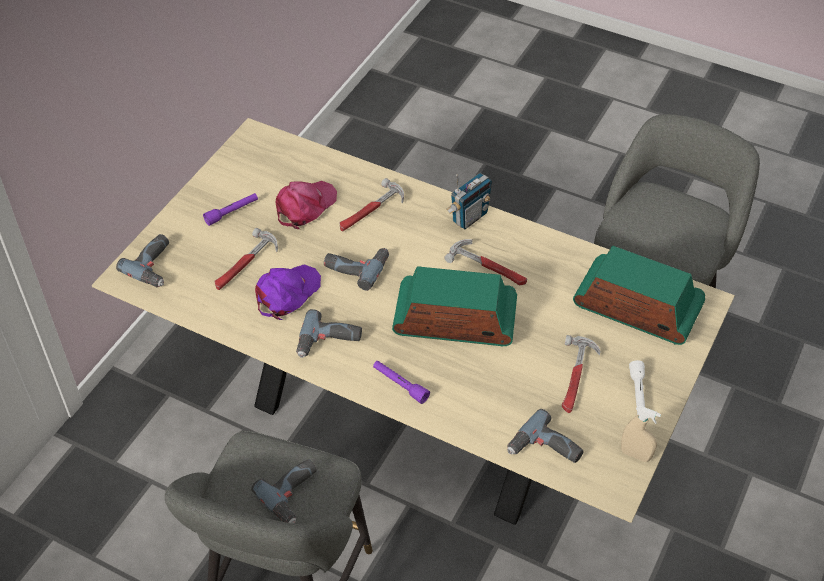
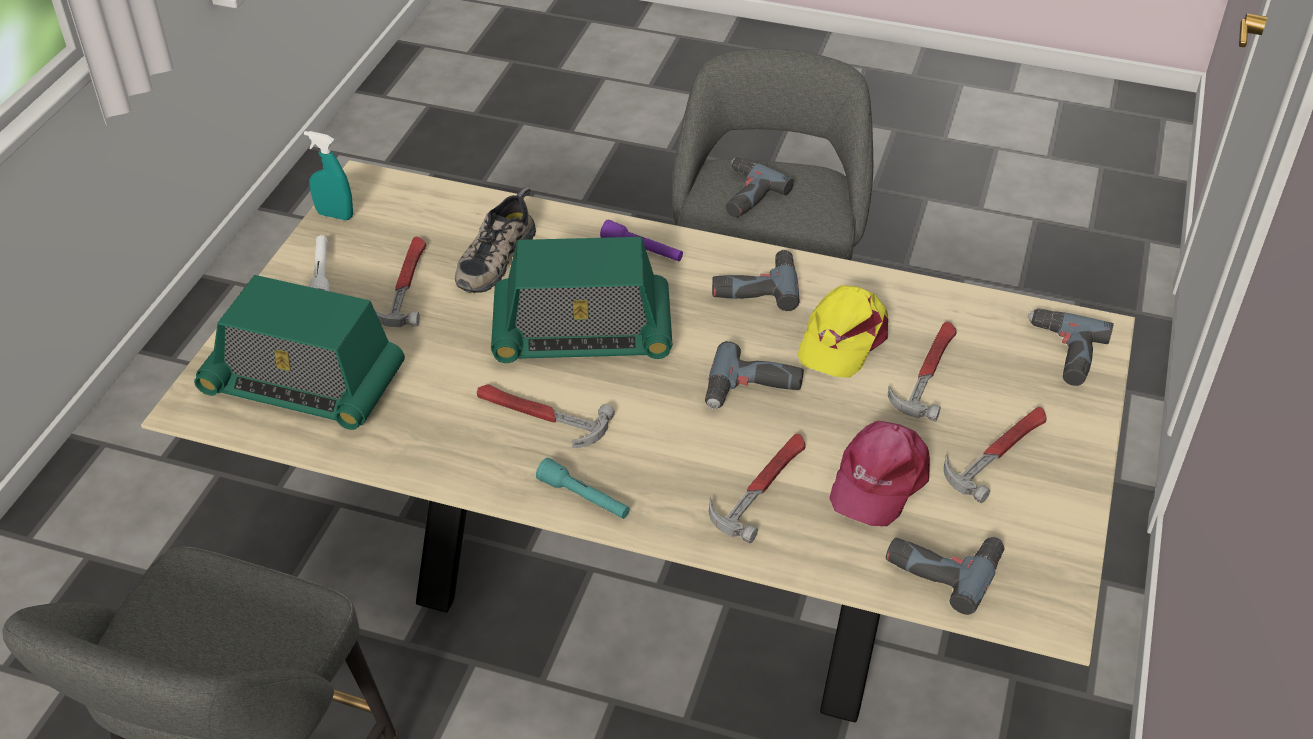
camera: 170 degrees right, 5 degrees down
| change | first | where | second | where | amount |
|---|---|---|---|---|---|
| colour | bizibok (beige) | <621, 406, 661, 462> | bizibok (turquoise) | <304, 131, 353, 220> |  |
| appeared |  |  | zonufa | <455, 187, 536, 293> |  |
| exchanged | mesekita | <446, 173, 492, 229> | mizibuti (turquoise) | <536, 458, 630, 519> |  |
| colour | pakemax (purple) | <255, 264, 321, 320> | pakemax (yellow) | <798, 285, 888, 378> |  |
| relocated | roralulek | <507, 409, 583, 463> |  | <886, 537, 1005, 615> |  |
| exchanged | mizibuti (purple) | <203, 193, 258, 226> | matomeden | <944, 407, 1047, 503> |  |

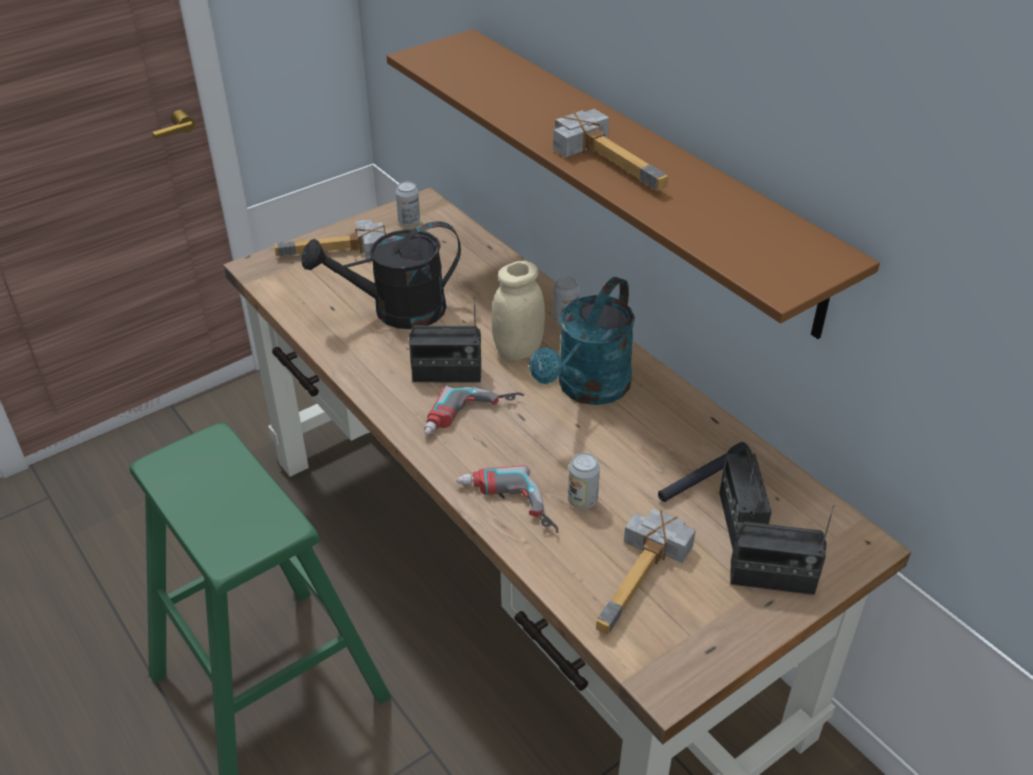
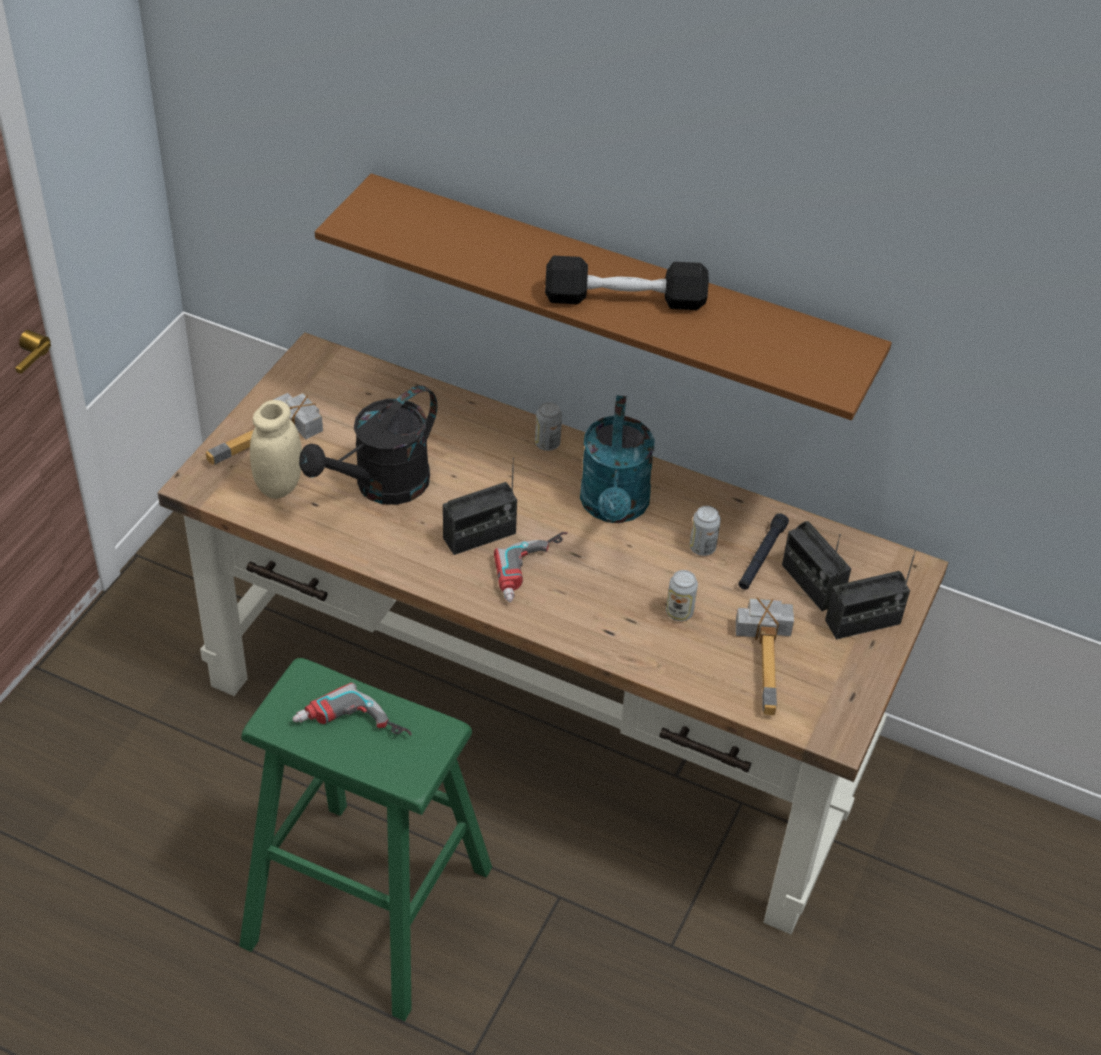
camera: 30 degrees left, 5 degrees up
| change | first | where | second | where | amount |
|---|---|---|---|---|---|
| relocated | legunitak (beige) | <492, 261, 545, 361> |  | <250, 400, 302, 499> |  |
| relocated | roralulek | <456, 465, 558, 533> |  | <292, 683, 412, 736> |  |
| exchanged | matomeden | <553, 109, 668, 191> | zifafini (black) | <545, 256, 709, 310> |  |
| relocated | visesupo | <396, 182, 420, 226> |  | <690, 506, 721, 556> |  |

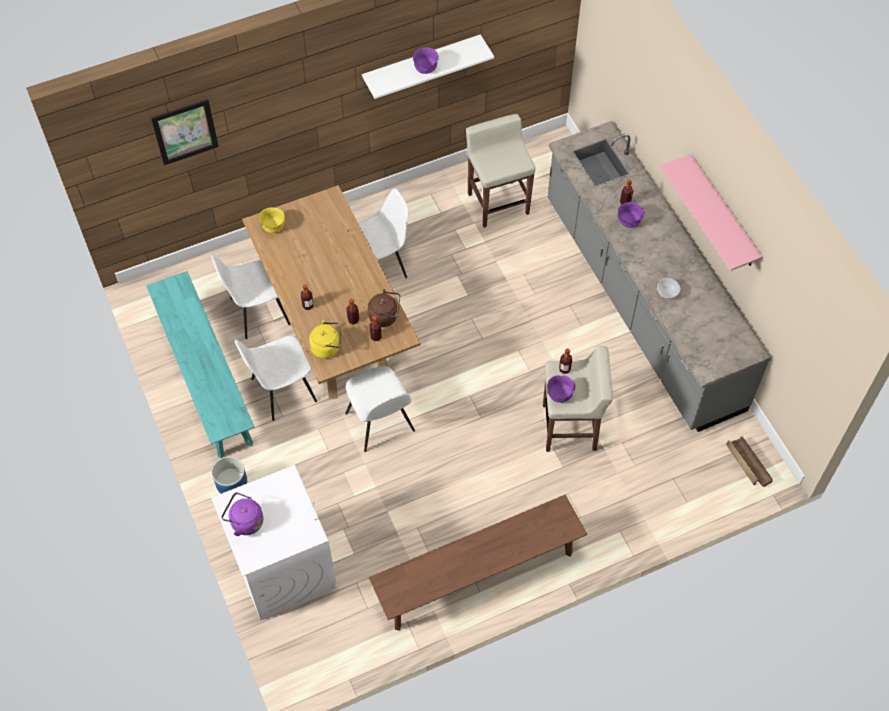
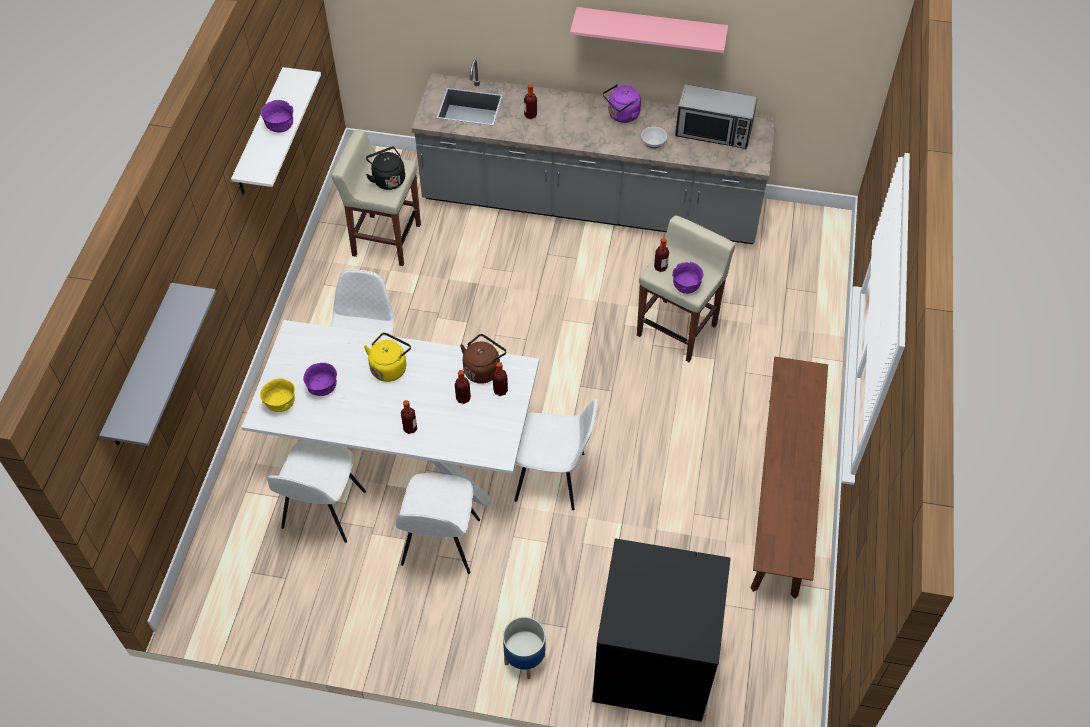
camera: 55 degrees left, 5 degrees down
| change | first | where | second | where | amount |
|---|---|---|---|---|---|
| exchanged | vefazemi | <151, 99, 219, 165> | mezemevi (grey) | <99, 283, 216, 446> |  |
| colour | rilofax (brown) | <242, 185, 420, 399> | rilofax (white) | <242, 320, 539, 507> |  |
| relocated | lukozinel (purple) | <618, 202, 645, 228> |  | <303, 363, 337, 396> |  |
| relocated | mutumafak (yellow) | <309, 320, 341, 358> |  | <364, 332, 411, 382> |  |
| appeared |  |  | mutumafak (black) | <366, 147, 405, 190> |  |
| colour | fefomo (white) | <211, 465, 337, 620> | fefomo (black) | <592, 538, 731, 722> |  |
| relocated | mutumafak (purple) | <222, 492, 263, 536> |  | <603, 84, 641, 123> |  |
| appeared |  |  | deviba | <675, 84, 758, 149> |  |
| missing | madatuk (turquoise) | <146, 271, 254, 458> |  |  |  |
| missing | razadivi | <726, 436, 773, 487> |  |  |  |

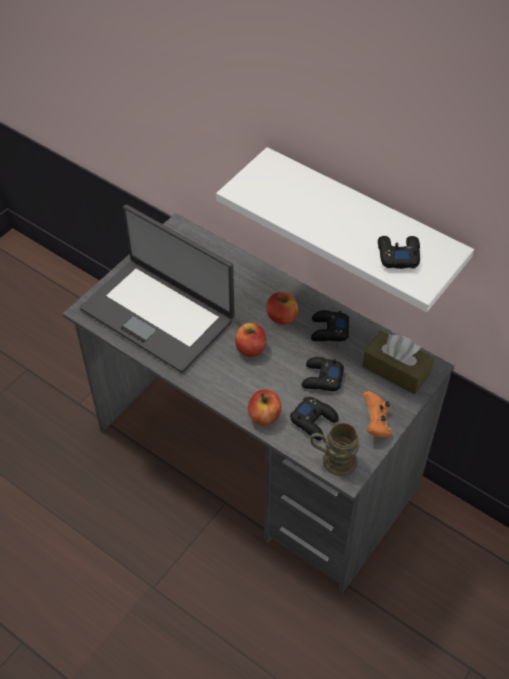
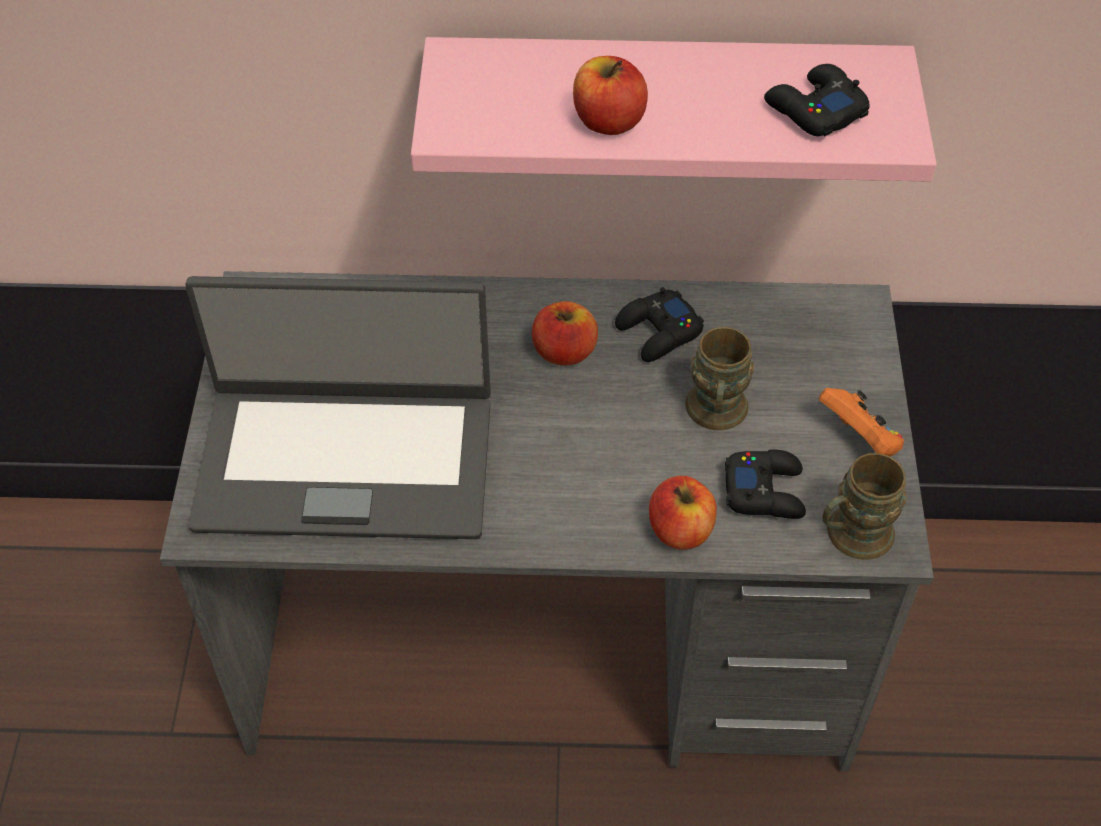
camera: 35 degrees left, 0 degrees up
| change | first | where | second | where | amount |
|---|---|---|---|---|---|
| colour | mezemevi (white) | <216, 147, 474, 312> | mezemevi (pink) | <411, 37, 937, 182> |  |
| relocated | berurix | <235, 323, 266, 357> |  | <573, 56, 648, 135> |  |
| exchanged | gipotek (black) | <302, 357, 344, 391> | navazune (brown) | <685, 327, 754, 430> |  |
| missing | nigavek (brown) | <362, 331, 434, 395> |  |  |  |

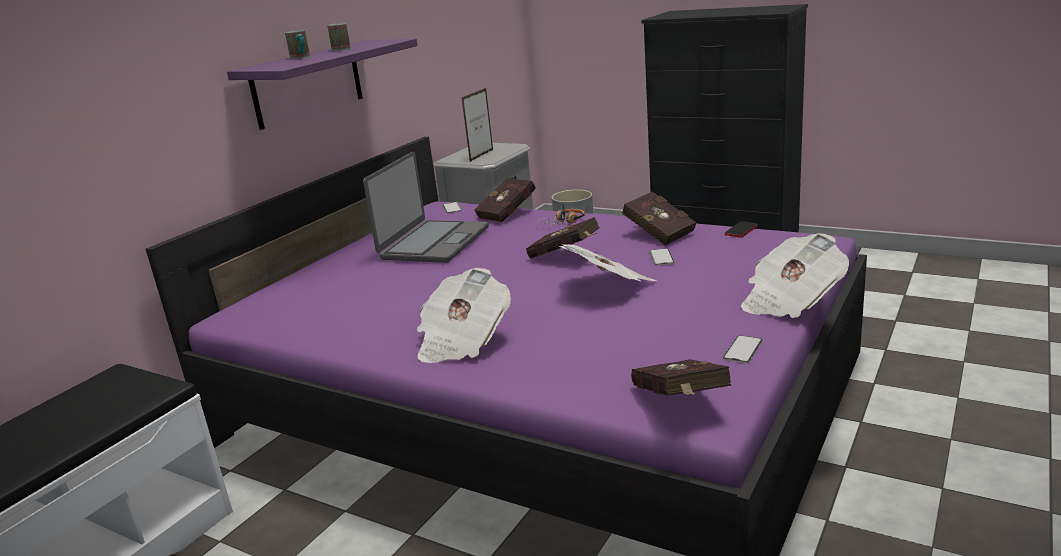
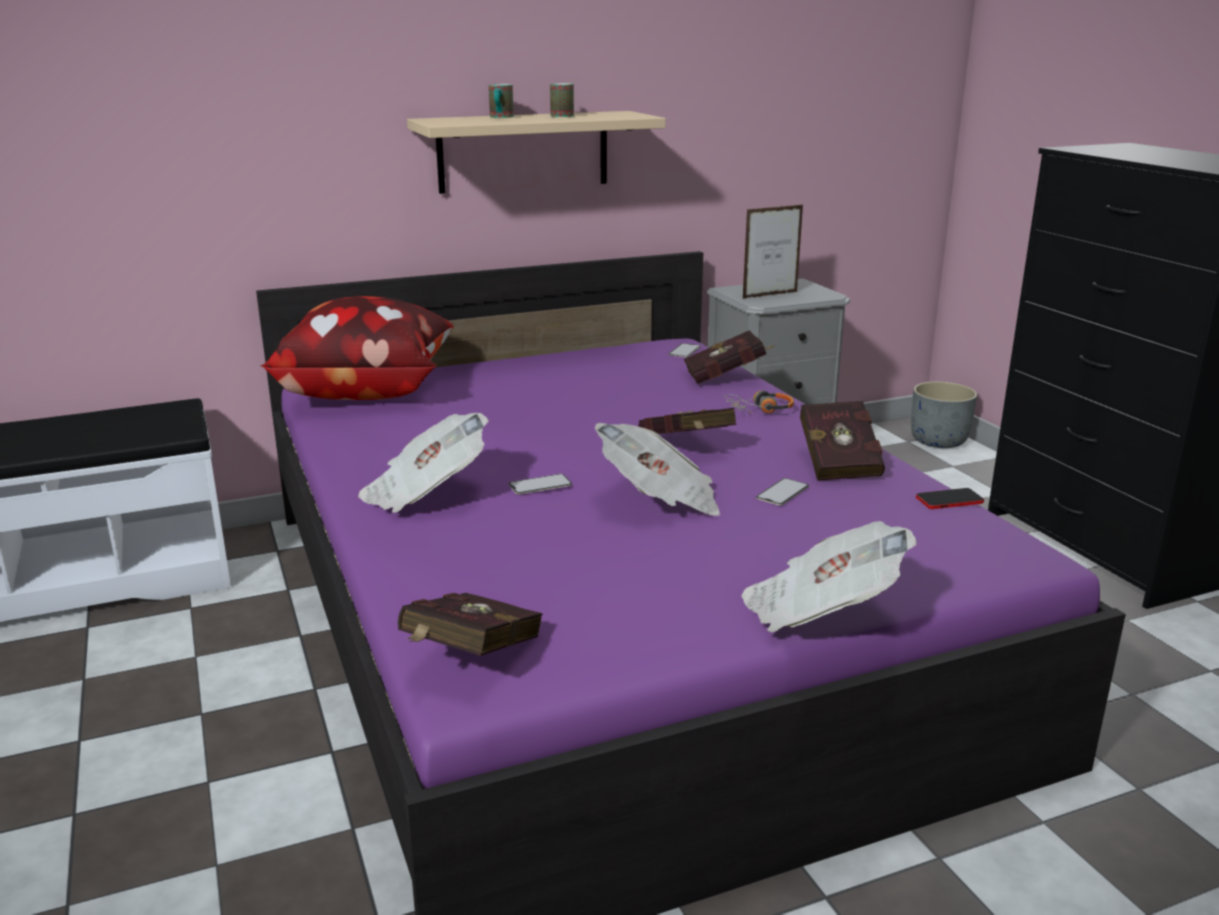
camera: 35 degrees right, 0 degrees up
| change | first | where | second | where | amount |
|---|---|---|---|---|---|
| appeared |  |  | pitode | <260, 296, 454, 400> |  |
| colour | mezemevi (purple) | <227, 38, 418, 130> | mezemevi (beige) | <407, 111, 666, 194> |  |
| relocated | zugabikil | <723, 335, 762, 363> |  | <509, 474, 572, 495> |  |
| missing | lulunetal | <363, 152, 489, 263> |  |  |  |

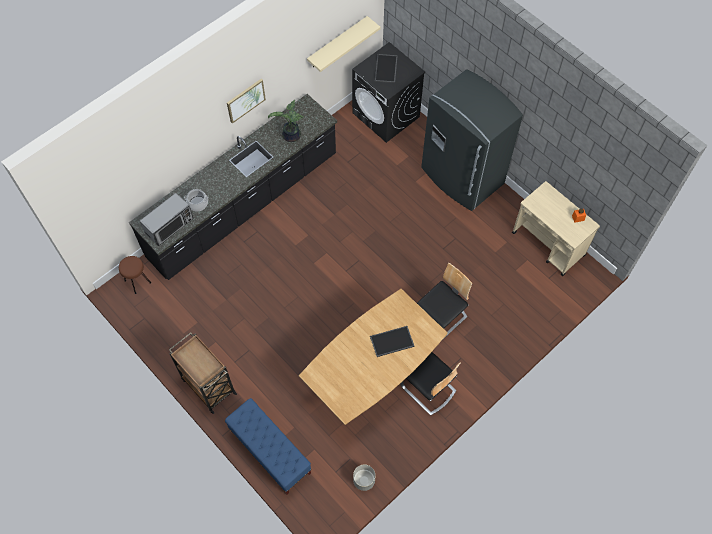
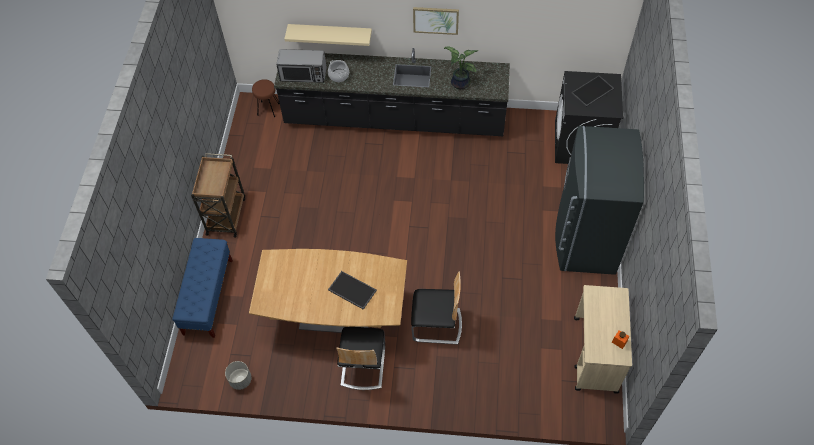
camera: 50 degrees right, 5 degrees down
| change | first | where | second | where | amount |
|---|---|---|---|---|---|
| relocated | mezemevi (beige) | <307, 16, 381, 72> |  | <284, 24, 372, 46> |  |

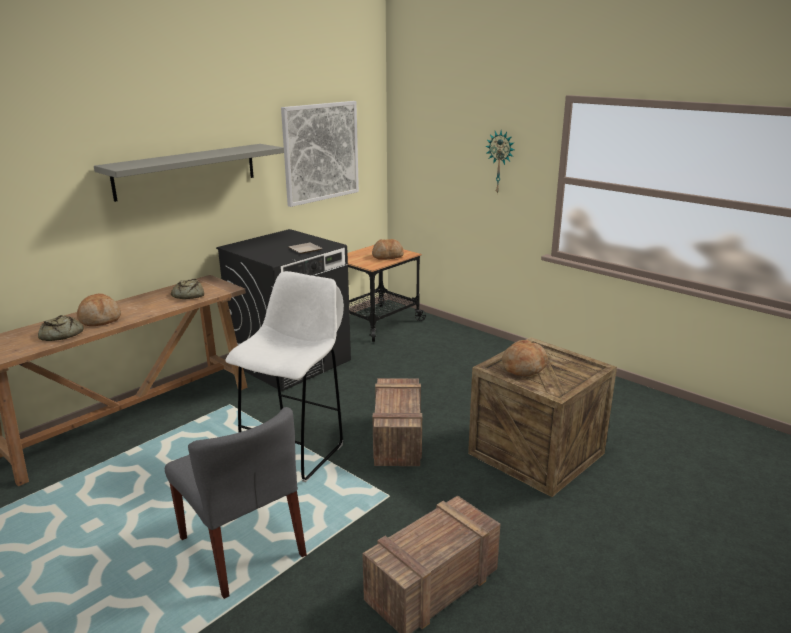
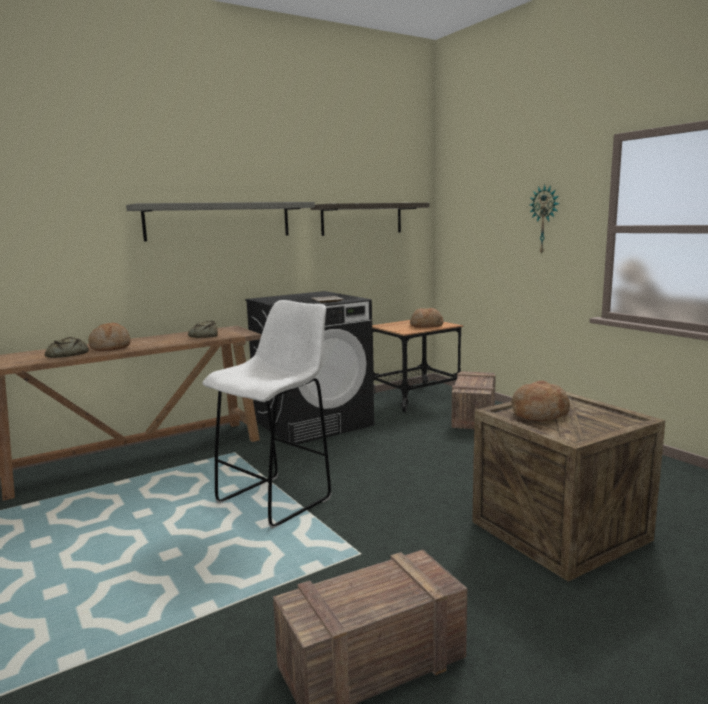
camera: 15 degrees right, 10 degrees down
| change | first | where | second | where | amount |
|---|---|---|---|---|---|
| exchanged | vefazemi | <281, 101, 359, 207> | mezemevi | <311, 203, 429, 236> |  |
| relocated | razadivi | <373, 378, 422, 466> |  | <451, 371, 496, 429> |  |
| missing | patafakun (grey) | <165, 407, 307, 599> |  |  |  |

